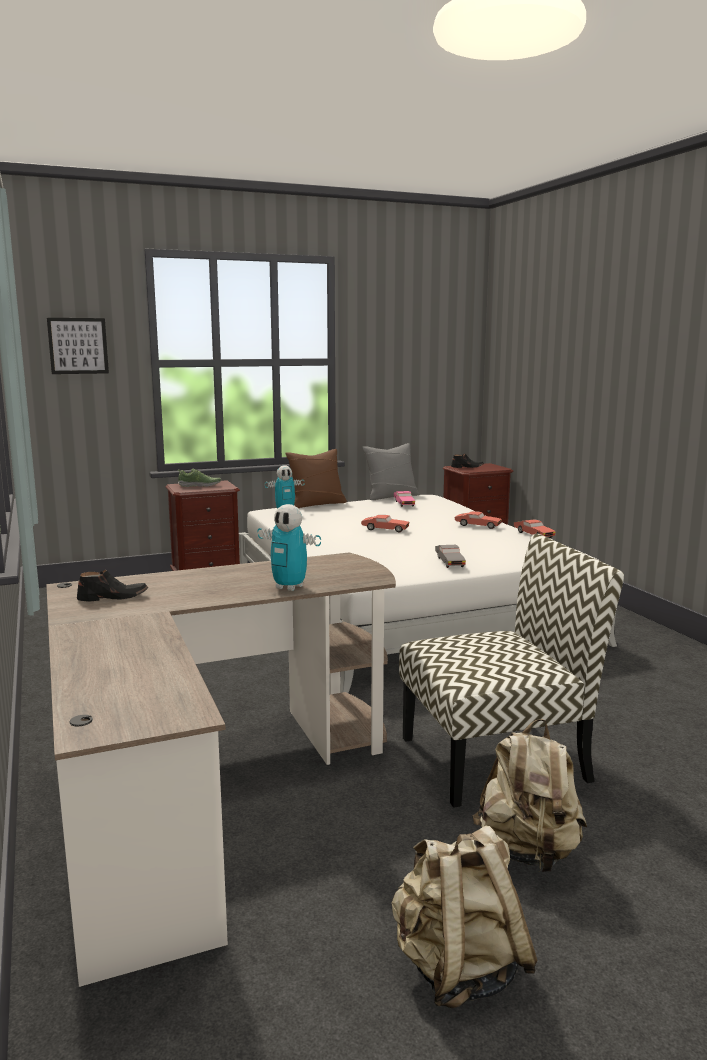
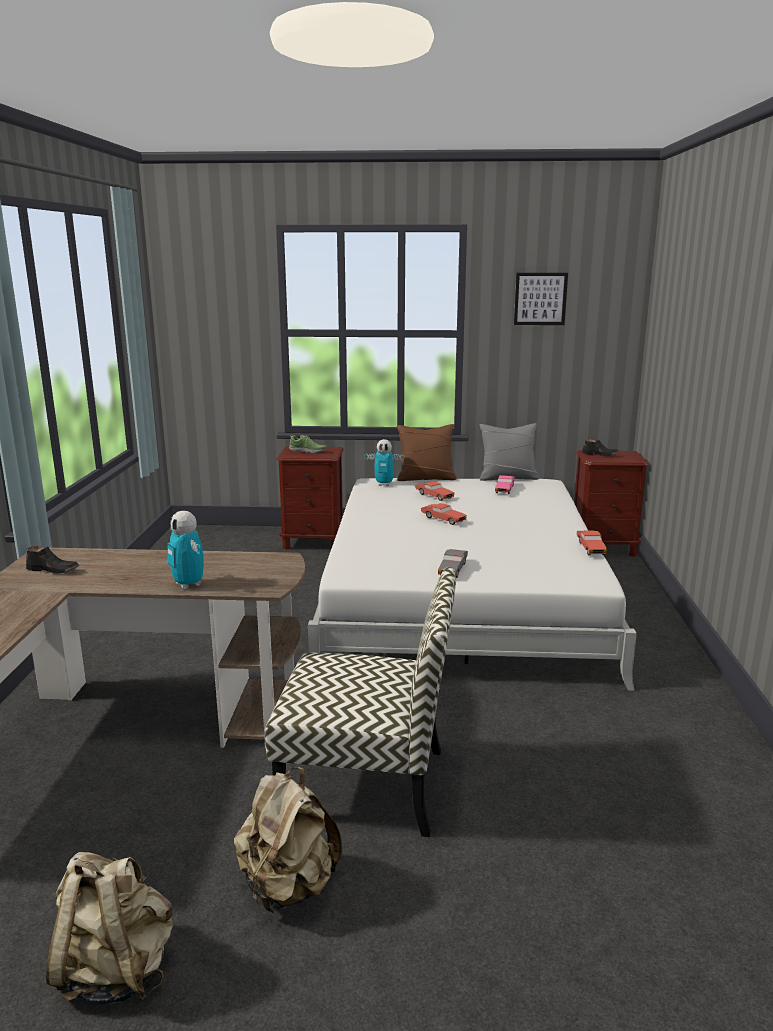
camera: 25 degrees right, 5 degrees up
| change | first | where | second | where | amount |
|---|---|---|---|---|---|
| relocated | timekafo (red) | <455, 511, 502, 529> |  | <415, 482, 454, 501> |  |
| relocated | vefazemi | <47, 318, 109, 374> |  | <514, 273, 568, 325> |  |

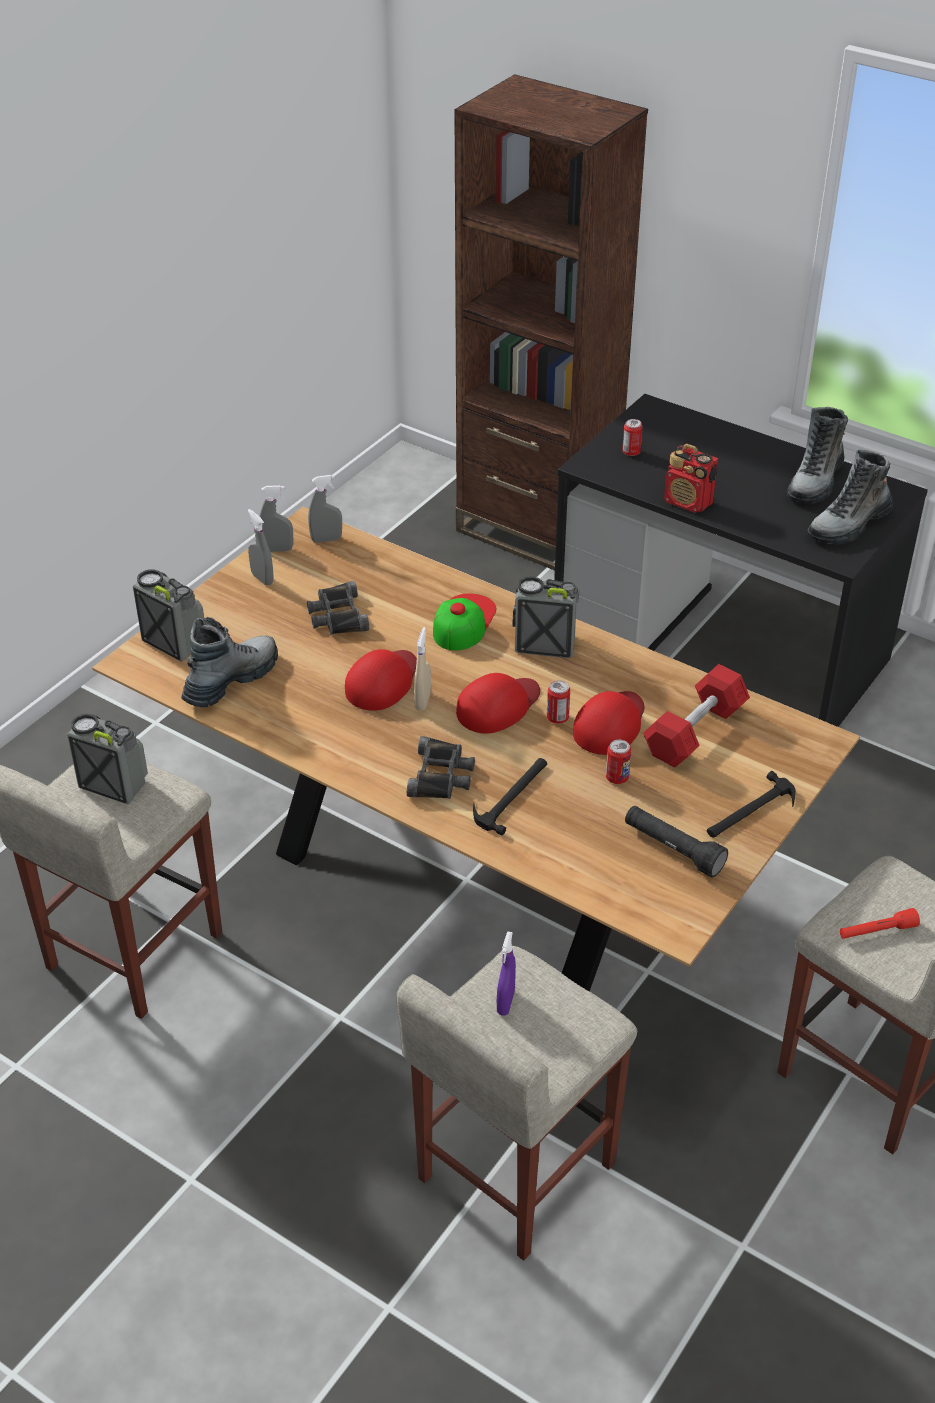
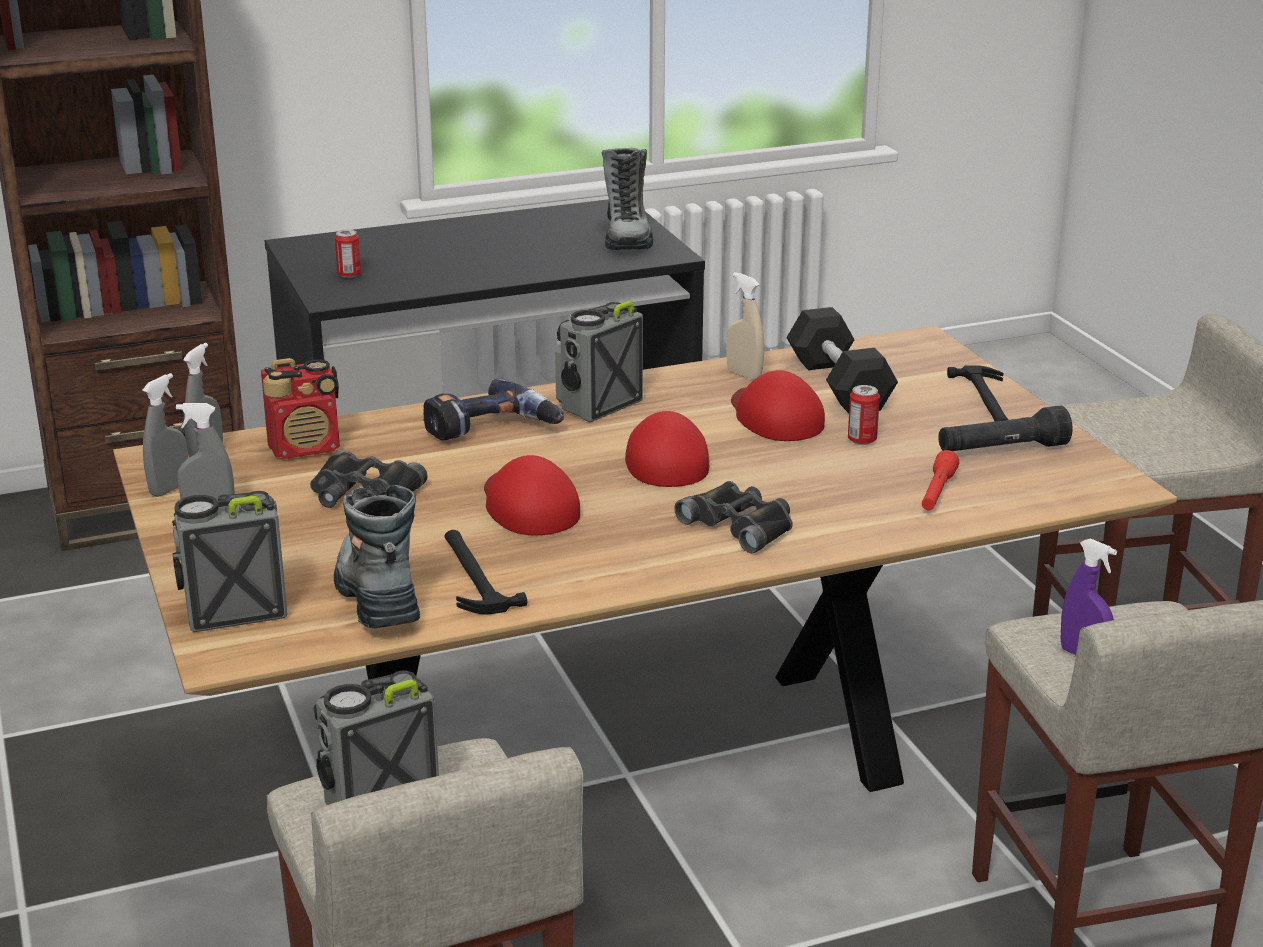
camera: 55 degrees left, 15 degrees down
| change | first | where | second | where | amount |
|---|---|---|---|---|---|
| relocated | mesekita | <664, 444, 718, 513> |  | <261, 358, 340, 459> |  |
| exchanged | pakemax | <433, 593, 496, 651> | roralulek | <423, 378, 564, 440> |  |
| relocated | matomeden | <473, 758, 547, 836> |  | <444, 530, 527, 614> |  |
| relocated | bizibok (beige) | <414, 627, 431, 711> |  | <726, 272, 764, 380> |  |
| colour | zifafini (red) | <643, 664, 750, 767> | zifafini (black) | <786, 307, 898, 413> |  |
| relocated | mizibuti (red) | <840, 908, 920, 939> |  | <922, 450, 959, 510> |  |
| missing | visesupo | <547, 680, 570, 724> |  |  |  |
| missing | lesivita | <787, 407, 848, 503> |  |  |  |

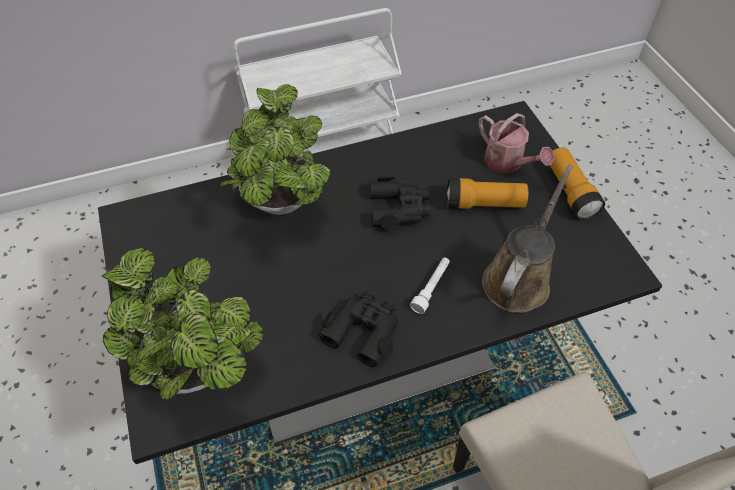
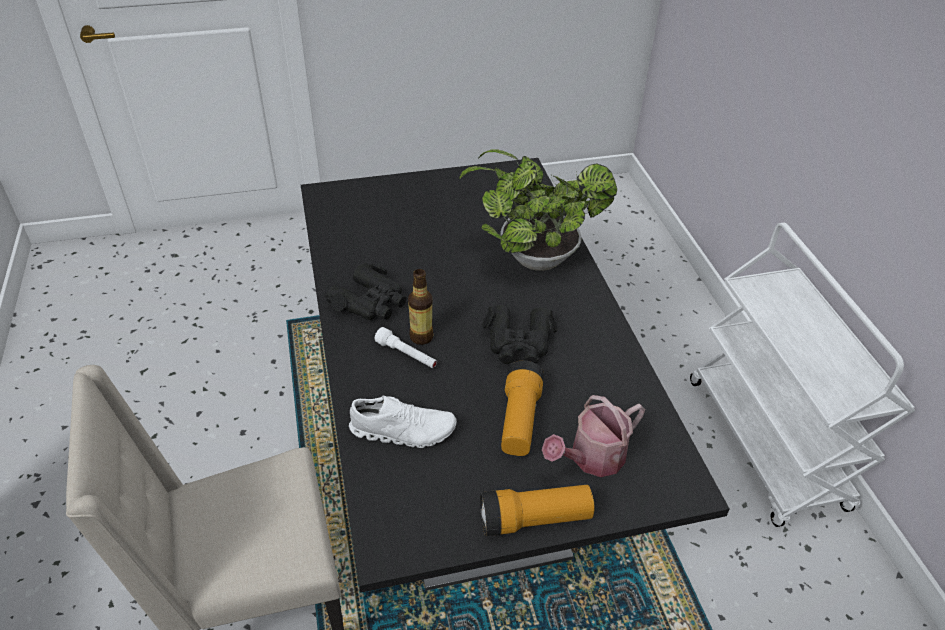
camera: 95 degrees right, 10 degrees down
| change | first | where | second | where | amount |
|---|---|---|---|---|---|
| exchanged | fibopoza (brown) | <482, 165, 573, 313> | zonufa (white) | <349, 395, 457, 448> |  |
| appeared |  |  | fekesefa | <408, 269, 433, 345> |  |
| missing | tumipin | <102, 247, 263, 400> |  |  |  |

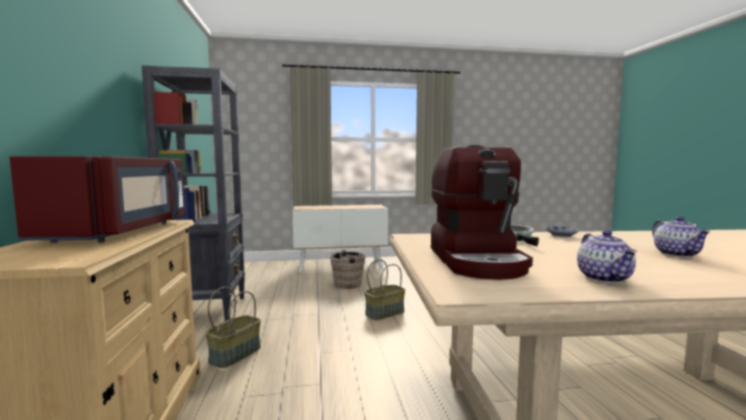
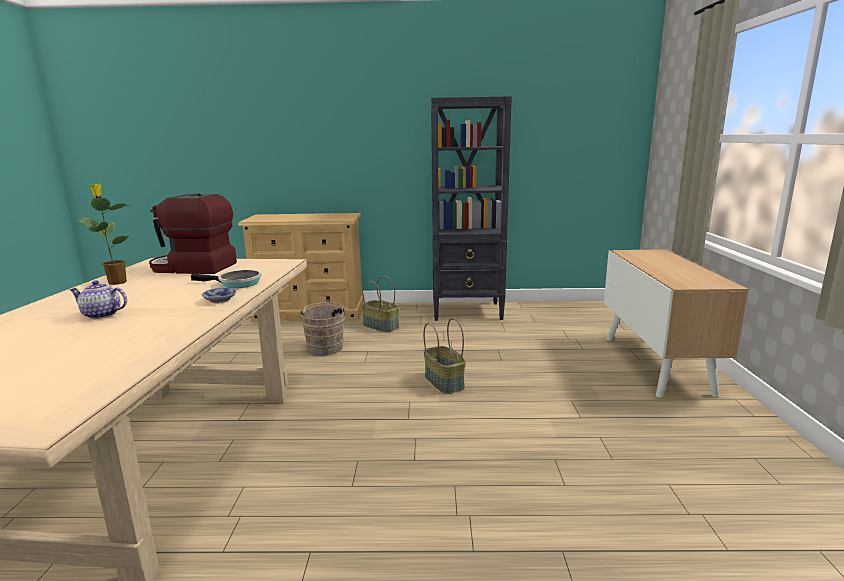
camera: 100 degrees right, 10 degrees up
| change | first | where | second | where | amount |
|---|---|---|---|---|---|
| exchanged | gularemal | <577, 230, 637, 283> | tumipin | <77, 184, 130, 285> |  |
| relocated | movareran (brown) | <326, 250, 365, 289> |  | <299, 302, 348, 356> |  |
| missing | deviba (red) | <10, 156, 185, 243> |  |  |  |

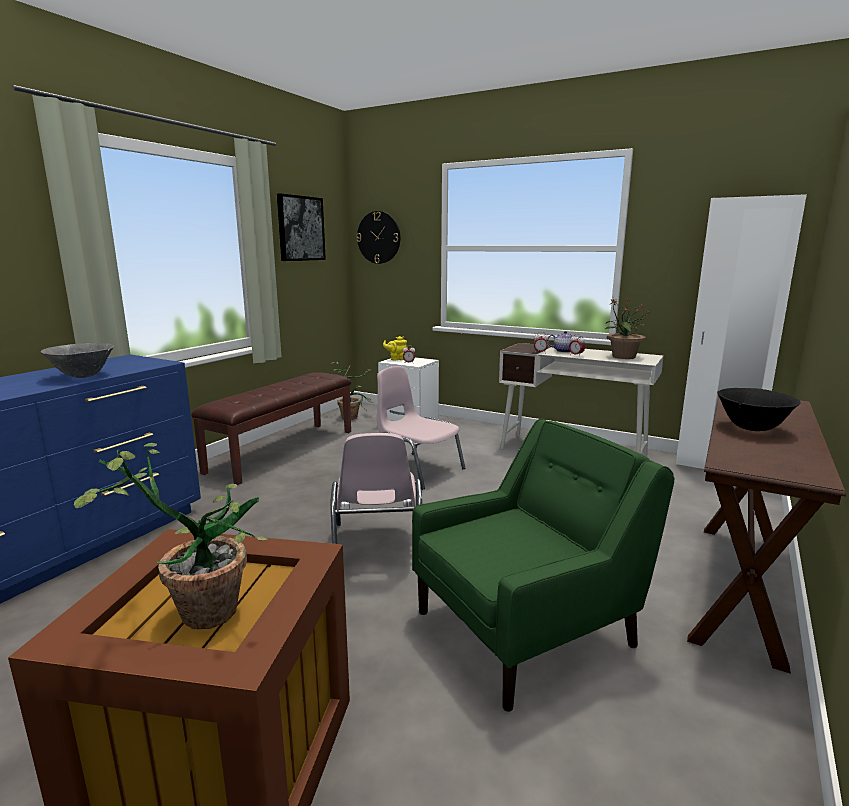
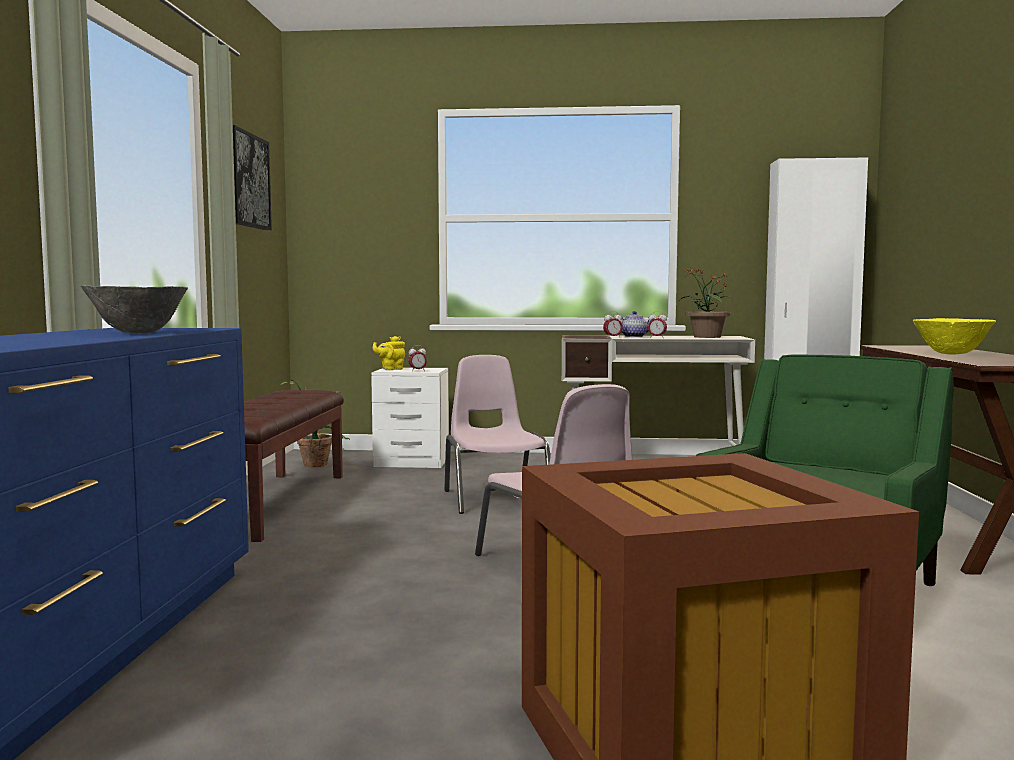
camera: 25 degrees left, 10 degrees down
| change | first | where | second | where | amount |
|---|---|---|---|---|---|
| spun | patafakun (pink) | <377, 366, 465, 490> |  | <444, 355, 550, 514> | 60 degrees clockwise |
| colour | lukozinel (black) | <717, 388, 800, 431> | lukozinel (yellow) | <912, 318, 996, 355> |  |
| missing | tumipin | <74, 443, 268, 629> |  |  |  |
| missing | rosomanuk | <356, 211, 400, 264> |  |  |  |

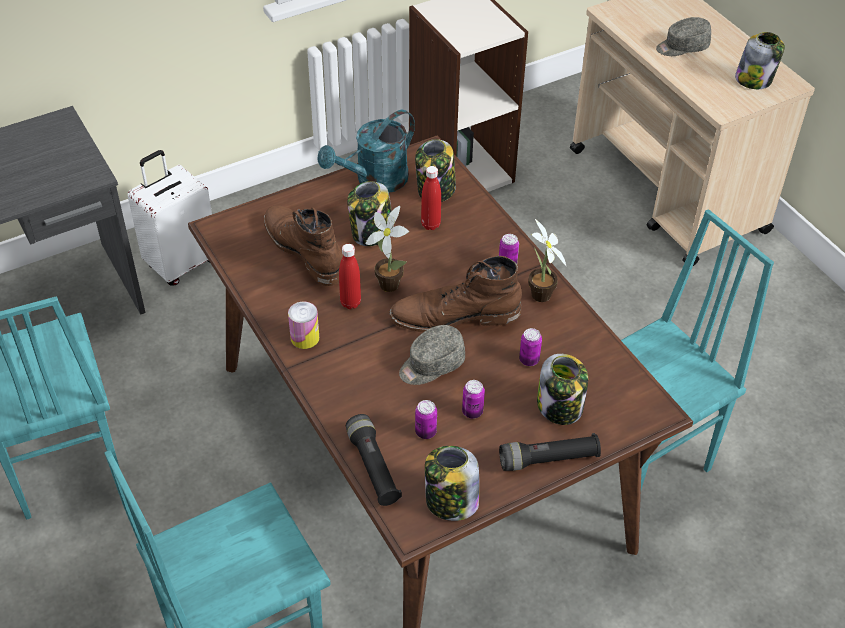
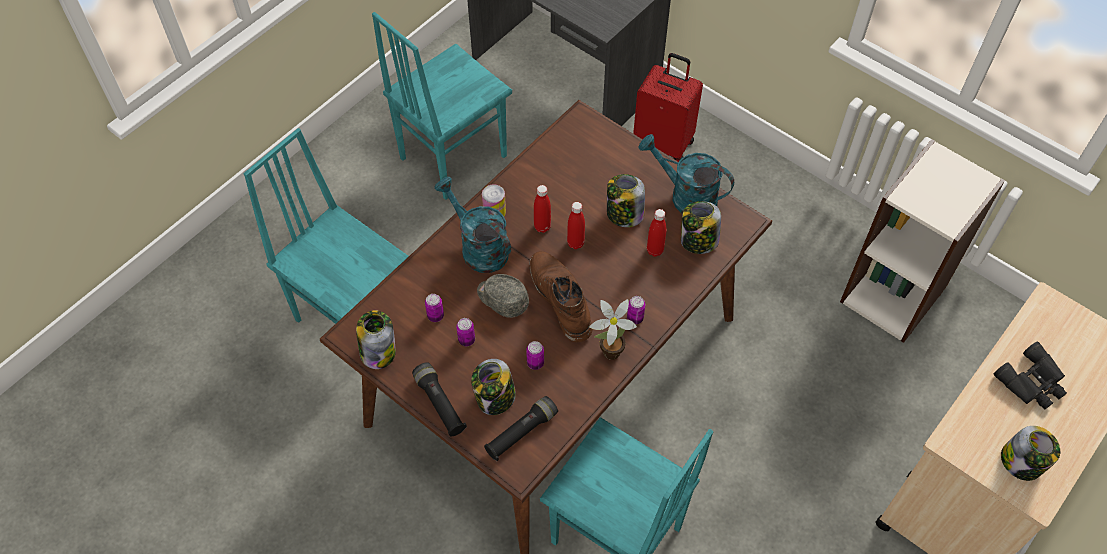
camera: 70 degrees right, 10 degrees up
| change | first | where | second | where | amount |
|---|---|---|---|---|---|
| appeared |  |  | fibopoza (turquoise) | <435, 177, 511, 273> |  |
| relocated | mizibuti (black) | <346, 414, 402, 506> |  | <484, 396, 558, 461> |  |
| exchanged | tumipin | <366, 206, 409, 292> | fekesefa (red) | <567, 202, 585, 249> |  |
| colour | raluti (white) | <127, 150, 212, 286> | raluti (red) | <633, 53, 703, 162> |  |
| exchanged | pakemax (grey) | <656, 17, 711, 56> | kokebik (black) | <994, 341, 1067, 410> |  |
| missing | lesivita (brown) | <264, 205, 343, 286> |  |  |  |

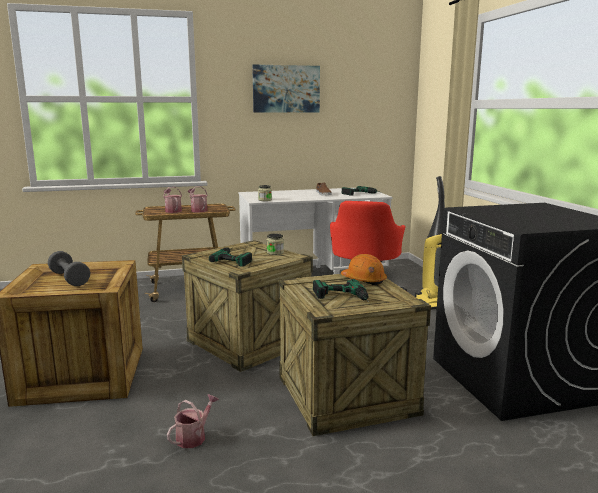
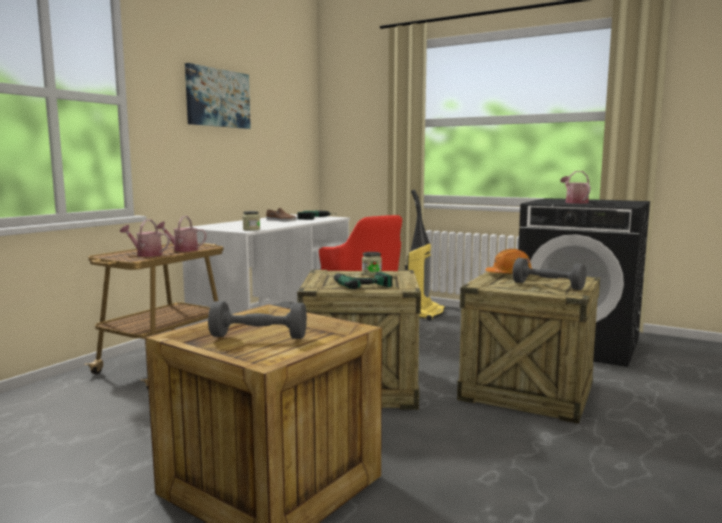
camera: 45 degrees left, 5 degrees down
| change | first | where | second | where | amount |
|---|---|---|---|---|---|
| exchanged | roralulek | <313, 279, 369, 302> | zifafini (grey) | <512, 258, 586, 290> |  |
| relocated | fibopoza | <167, 394, 219, 448> |  | <560, 171, 591, 204> |  |

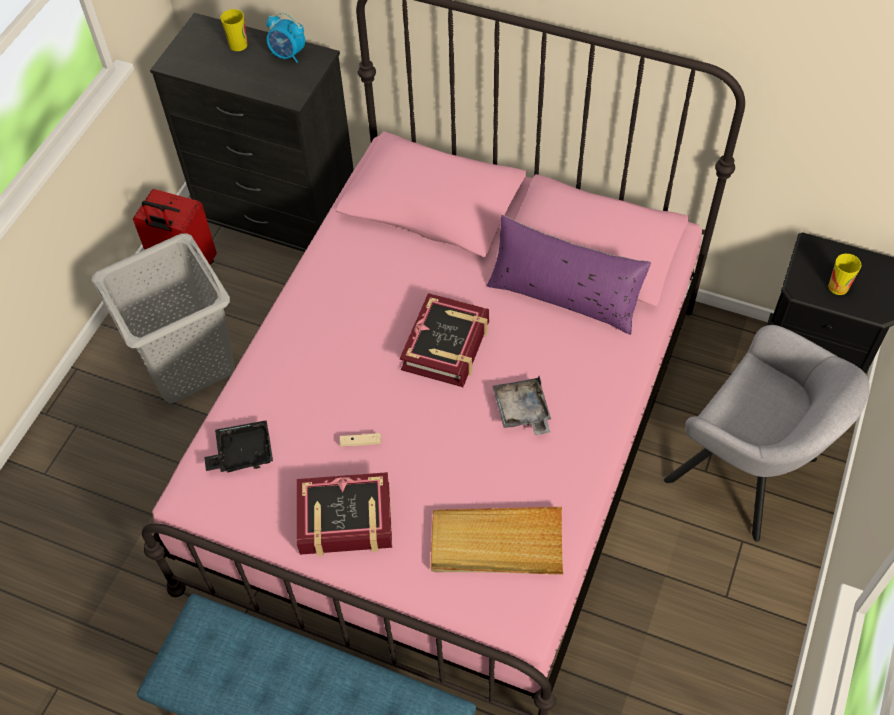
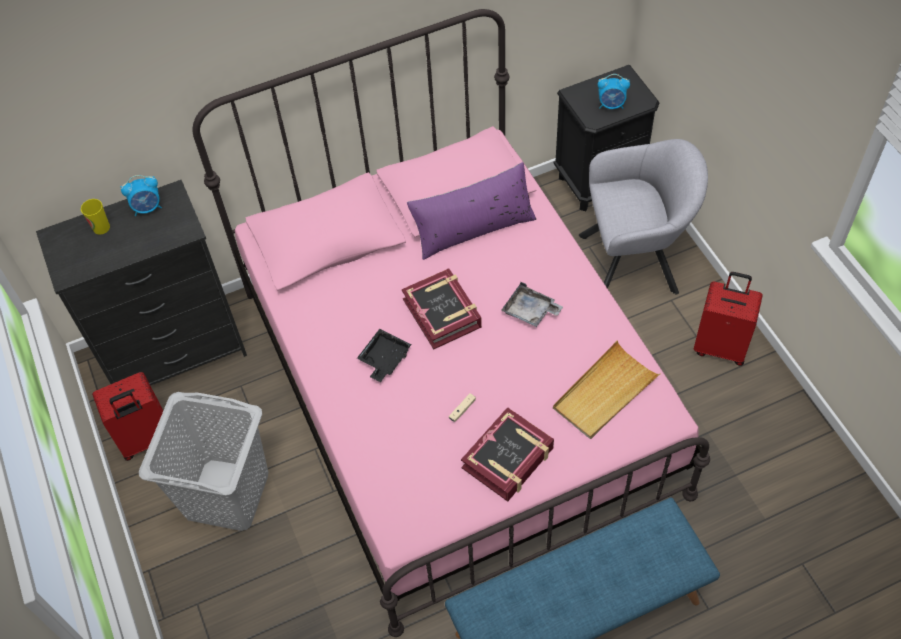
camera: 45 degrees left, 0 degrees up
| change | first | where | second | where | amount |
|---|---|---|---|---|---|
| relocated | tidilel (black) | <204, 420, 273, 472> |  | <357, 329, 412, 382> |  |
| exchanged | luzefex | <828, 254, 862, 295> | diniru | <598, 74, 630, 109> |  |
| appeared |  |  | raluti (red) | <694, 272, 763, 366> |  |

